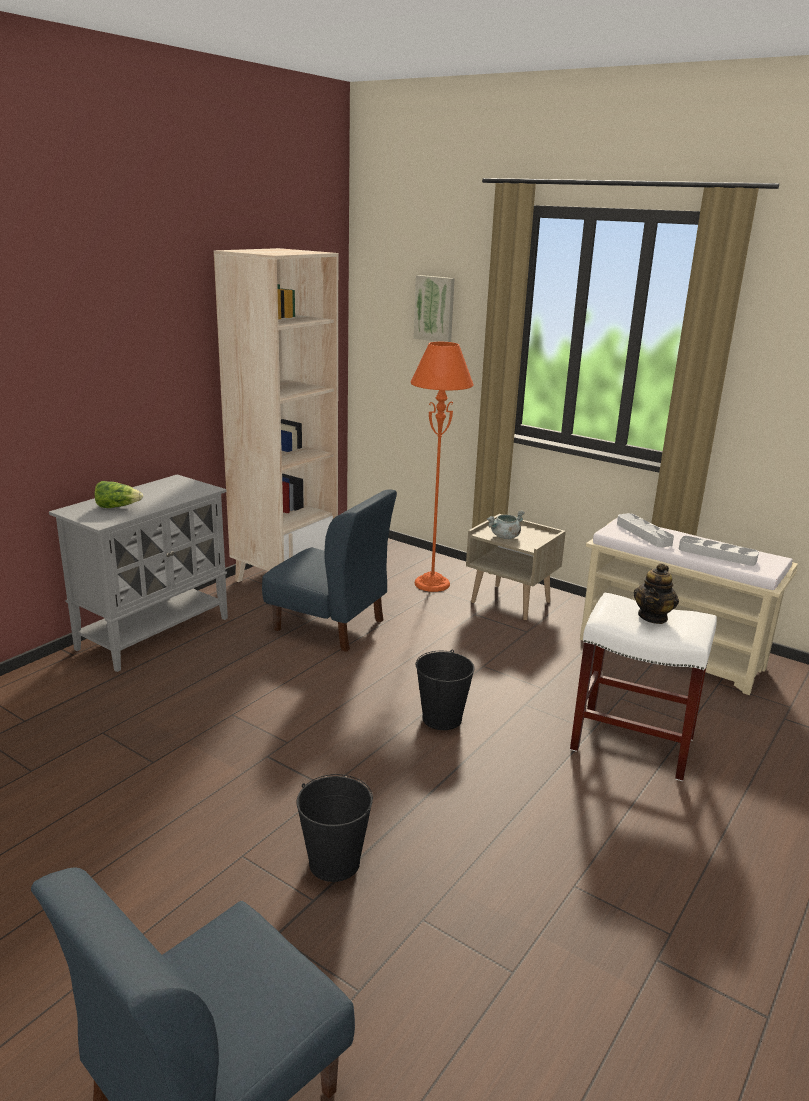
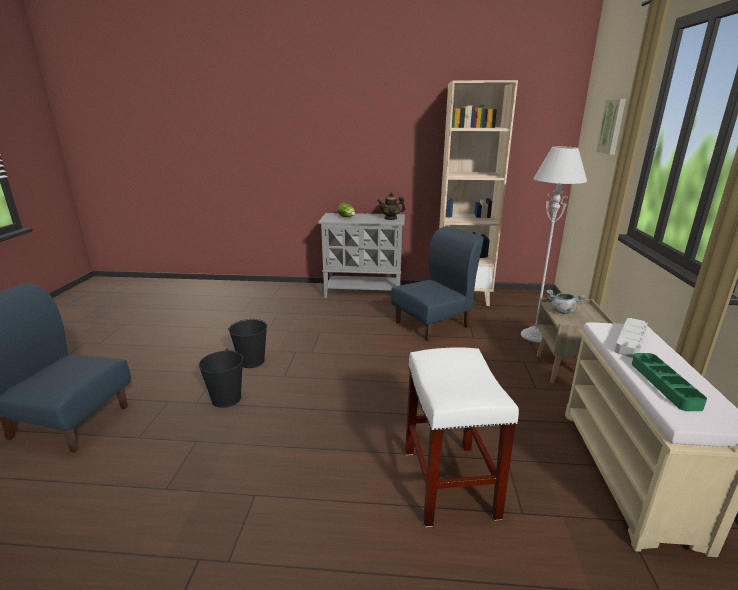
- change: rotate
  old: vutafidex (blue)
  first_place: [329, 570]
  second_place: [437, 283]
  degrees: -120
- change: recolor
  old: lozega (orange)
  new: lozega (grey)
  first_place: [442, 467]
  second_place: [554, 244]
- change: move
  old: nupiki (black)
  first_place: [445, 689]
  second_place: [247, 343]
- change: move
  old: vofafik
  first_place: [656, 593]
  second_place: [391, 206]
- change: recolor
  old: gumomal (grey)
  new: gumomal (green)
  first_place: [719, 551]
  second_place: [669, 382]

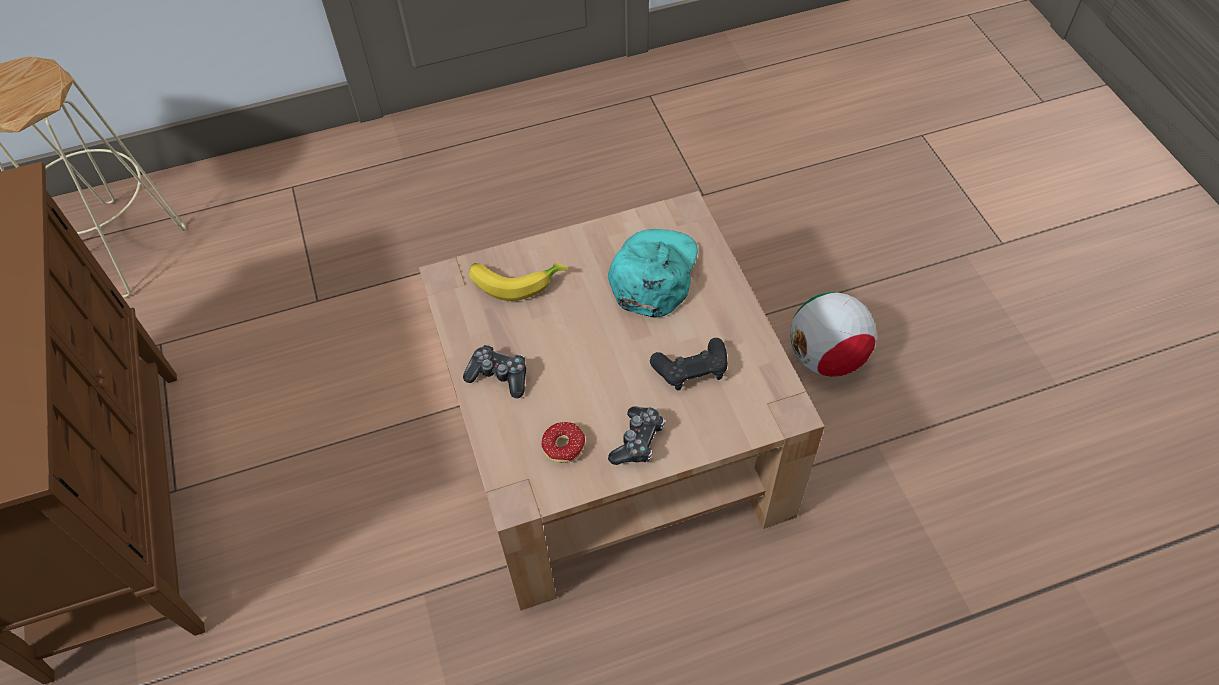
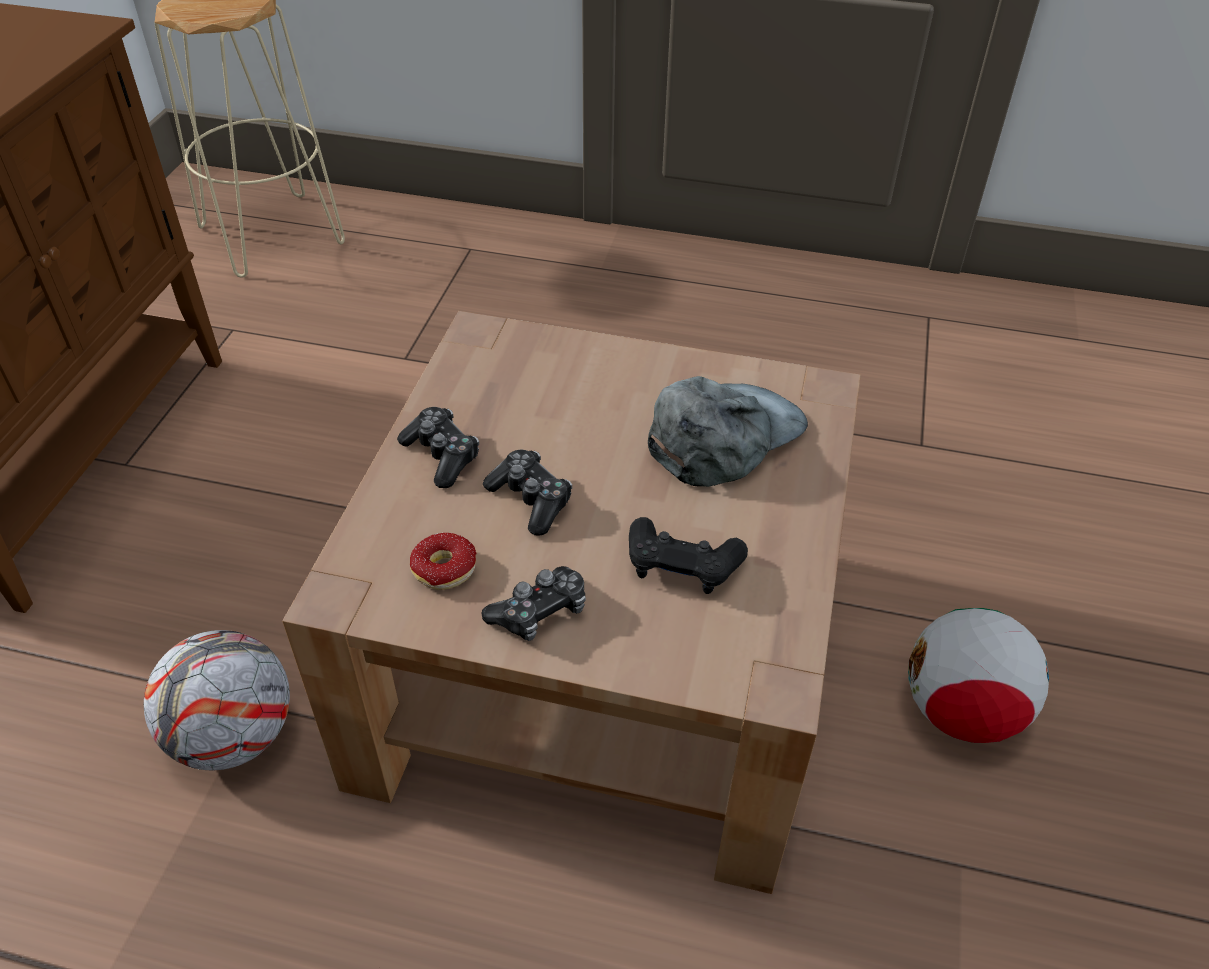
- change: delete
  old: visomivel
  first_place: [518, 282]
- change: recolor
  old: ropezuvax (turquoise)
  new: ropezuvax (grey)
  first_place: [653, 273]
  second_place: [728, 431]
- change: insert
  new: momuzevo
  second_place: [217, 700]
- change: insert
  new: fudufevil
  second_place: [527, 492]

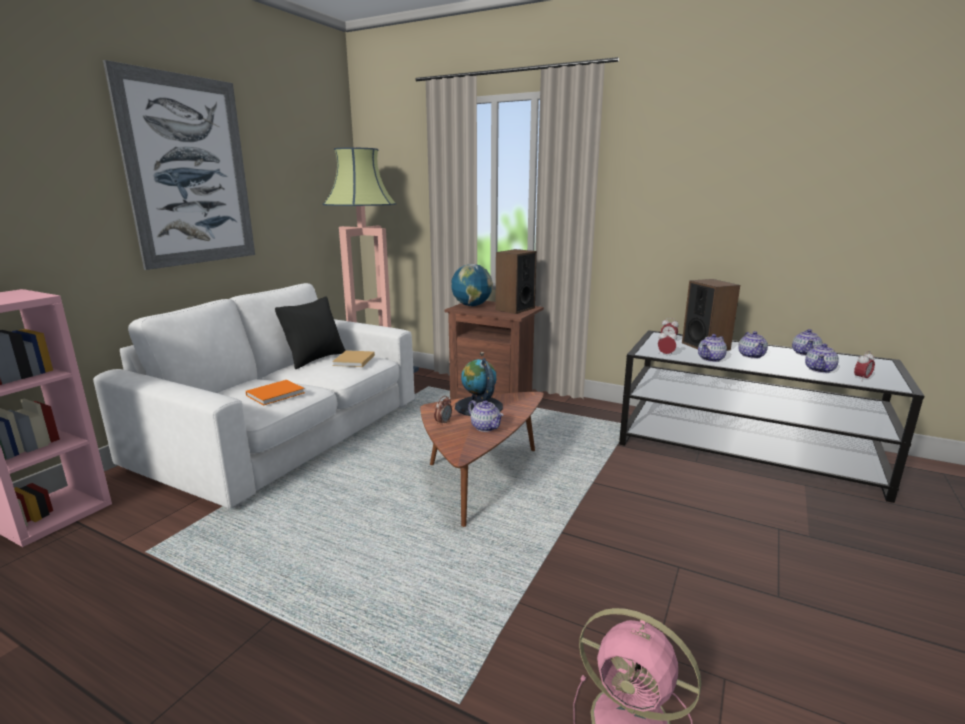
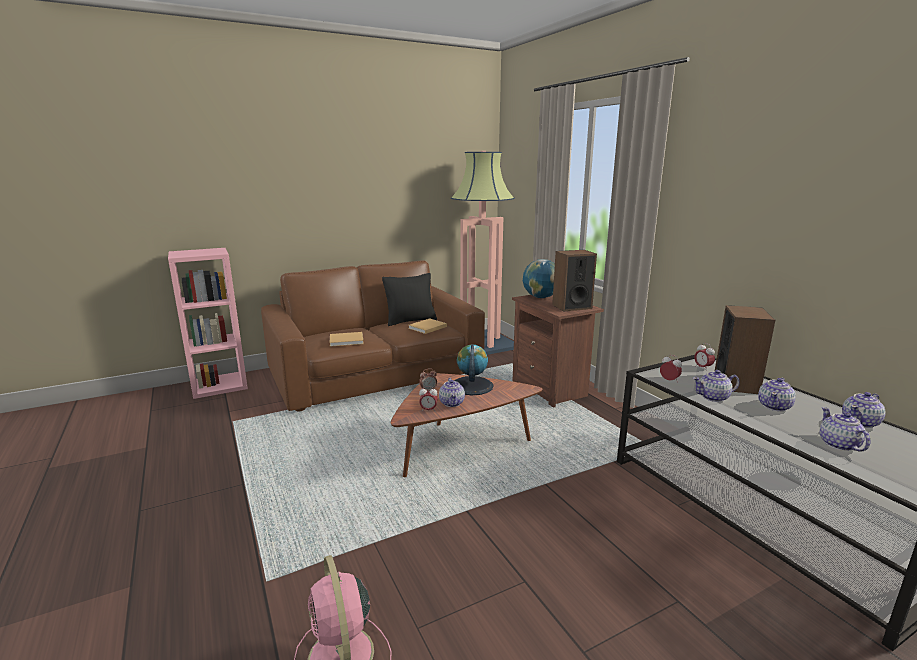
- change: recolor
  old: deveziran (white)
  new: deveziran (brown)
  first_place: [254, 395]
  second_place: [373, 336]
- change: delete
  old: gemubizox
  first_place: [179, 165]
- change: recolor
  old: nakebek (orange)
  new: nakebek (beige)
  first_place: [275, 392]
  second_place: [347, 339]
- change: rotate
  old: vofafik
  first_place: [822, 358]
  second_place: [845, 429]
  degrees: 105
- change: move
  old: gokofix
  first_place: [864, 365]
  second_place: [428, 399]

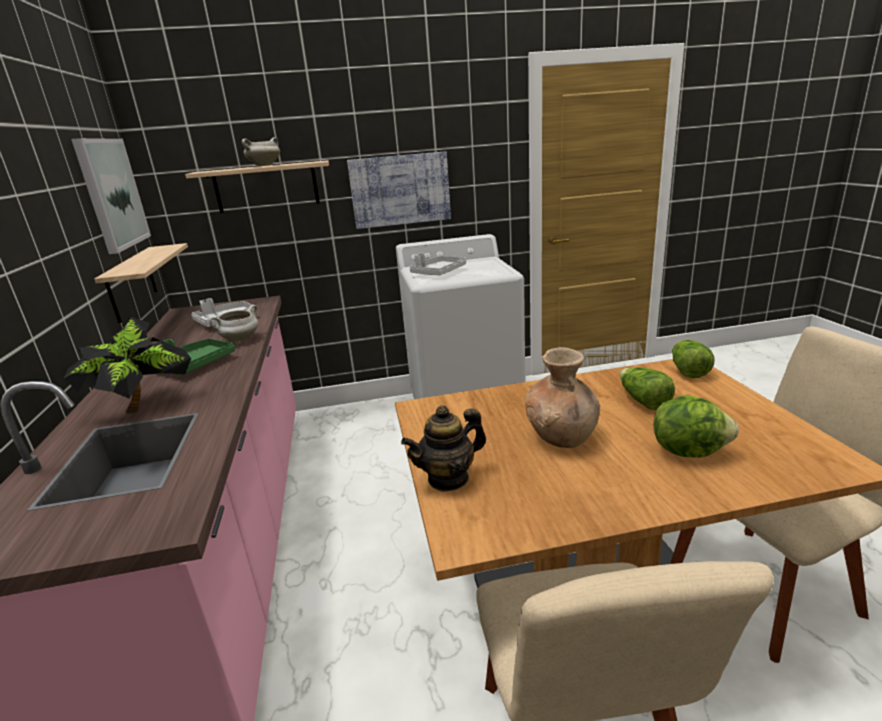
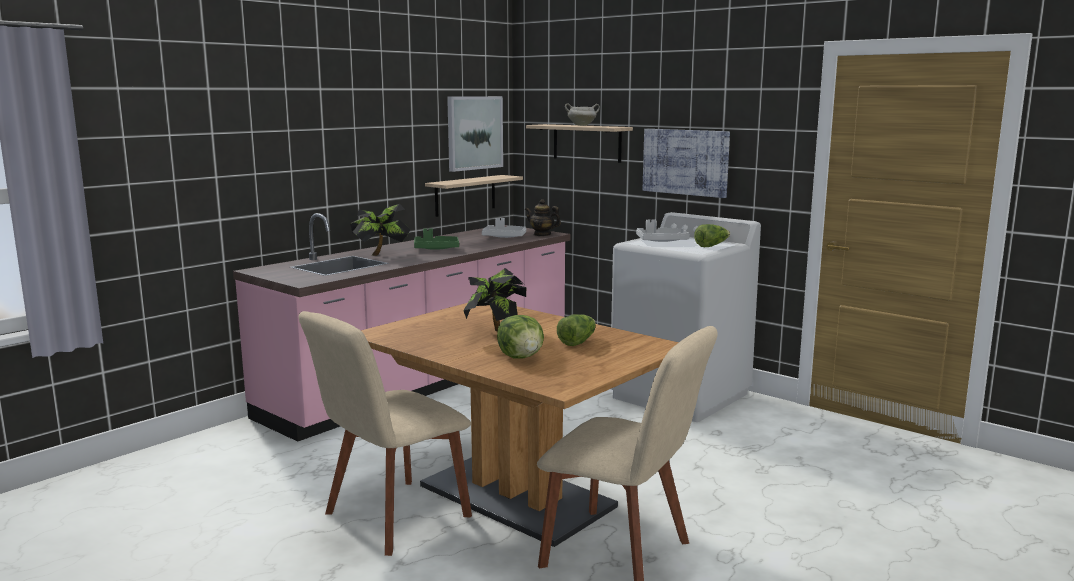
- change: delete
  old: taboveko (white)
  first_place: [234, 323]
- change: move
  old: vofafik
  first_place: [443, 448]
  second_place: [543, 217]
- change: replace
  old: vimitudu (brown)
  new: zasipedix
  first_place: [562, 397]
  second_place: [494, 300]
- change: move
  old: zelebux
  first_place: [693, 359]
  second_place: [712, 235]

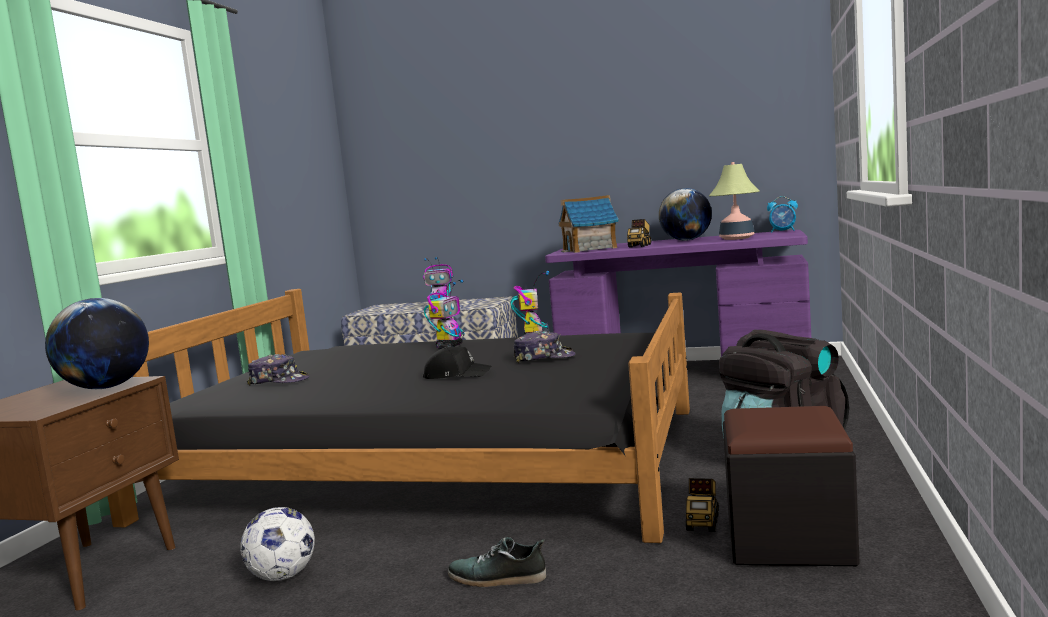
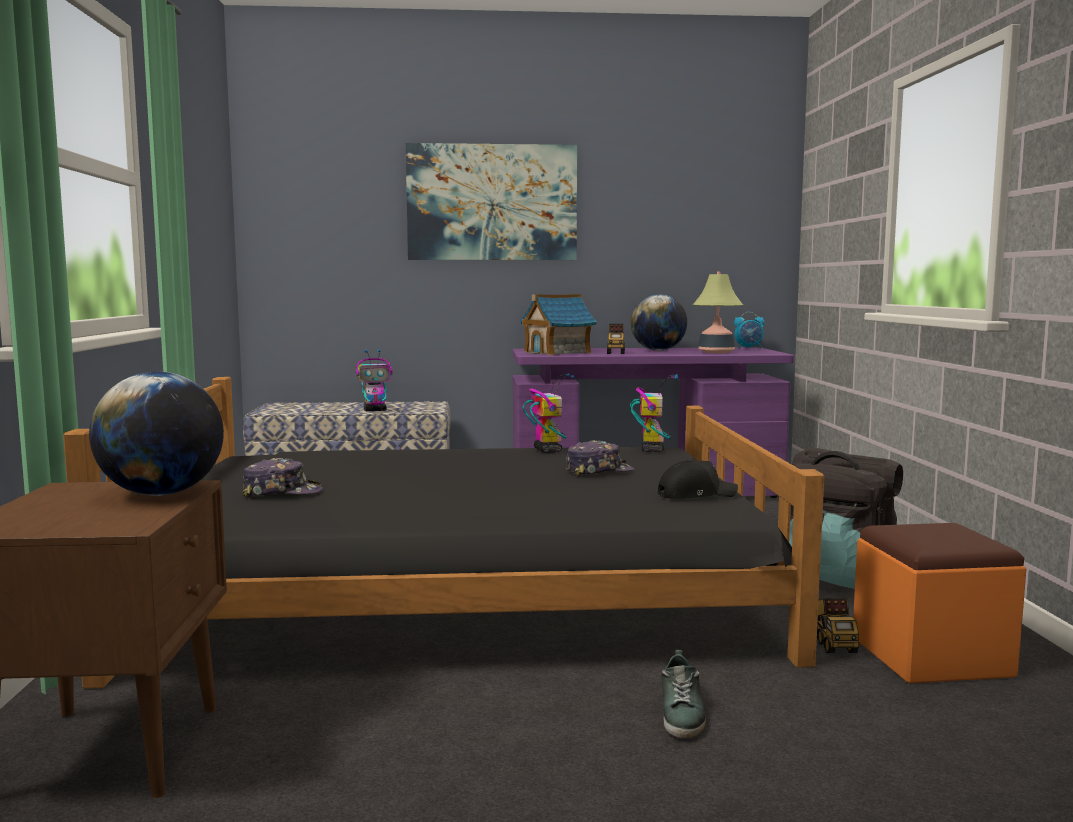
- change: delete
  old: momuzevo
  first_place: [277, 544]
- change: move
  old: ropezuvax (black)
  first_place: [457, 363]
  second_place: [698, 479]
- change: move
  old: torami
  first_place: [444, 314]
  second_place: [654, 413]
- change: rotate
  old: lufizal
  first_place: [497, 562]
  second_place: [683, 694]
  degrees: -75
- change: recolor
  old: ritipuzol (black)
  new: ritipuzol (orange)
  first_place: [791, 486]
  second_place: [939, 603]
- change: insert
  new: gemubizox
  second_place: [491, 201]

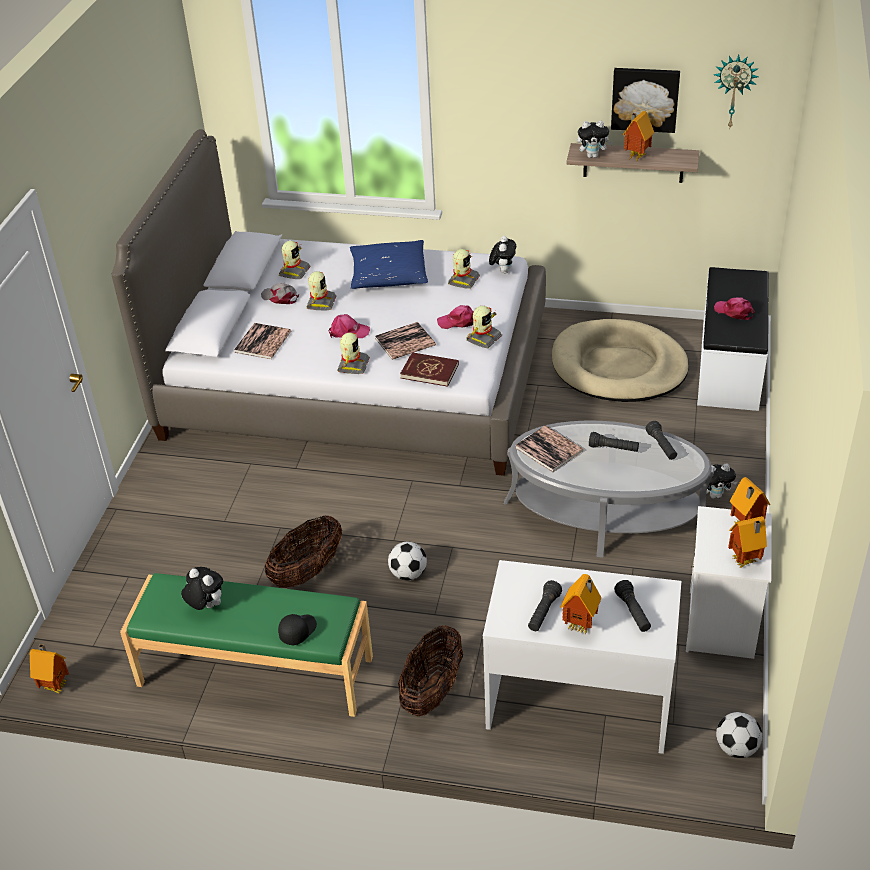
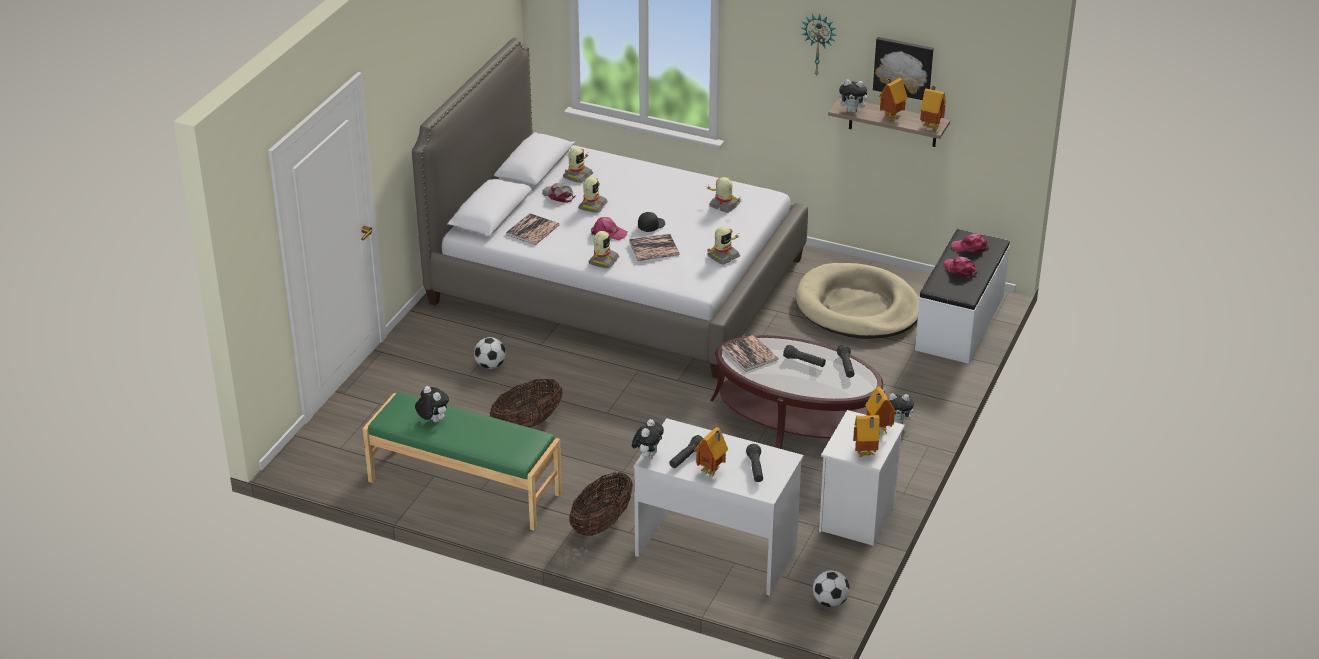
- change: move
  old: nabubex
  first_place: [49, 669]
  second_place: [933, 108]
- change: move
  old: ropezuvax (black)
  first_place: [297, 629]
  second_place: [651, 222]
- change: delete
  old: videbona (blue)
  first_place: [389, 264]
- change: move
  old: momuzevo
  first_place: [407, 561]
  second_place: [490, 353]
- change: delete
  old: nakebek (red)
  first_place: [429, 369]
- change: move
  old: ropezuvax (pink)
  first_place: [455, 317]
  second_place: [970, 243]
- change: rotate
  old: torami
  first_place: [464, 269]
  second_place: [724, 195]
  degrees: -90
- change: move
  old: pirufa
  first_place: [502, 255]
  second_place: [648, 439]
- change: recolor
  old: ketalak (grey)
  new: ketalak (brown)
  first_place: [609, 489]
  second_place: [797, 392]
- change: move
  old: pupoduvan
  first_place: [736, 91]
  second_place: [818, 45]

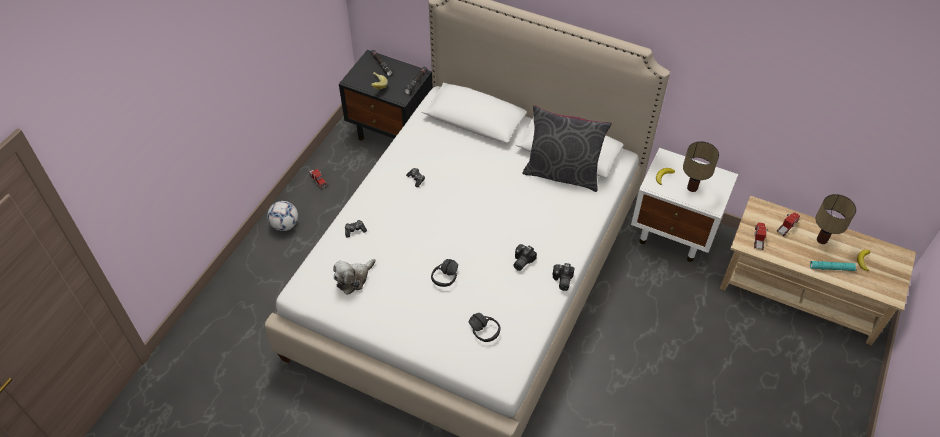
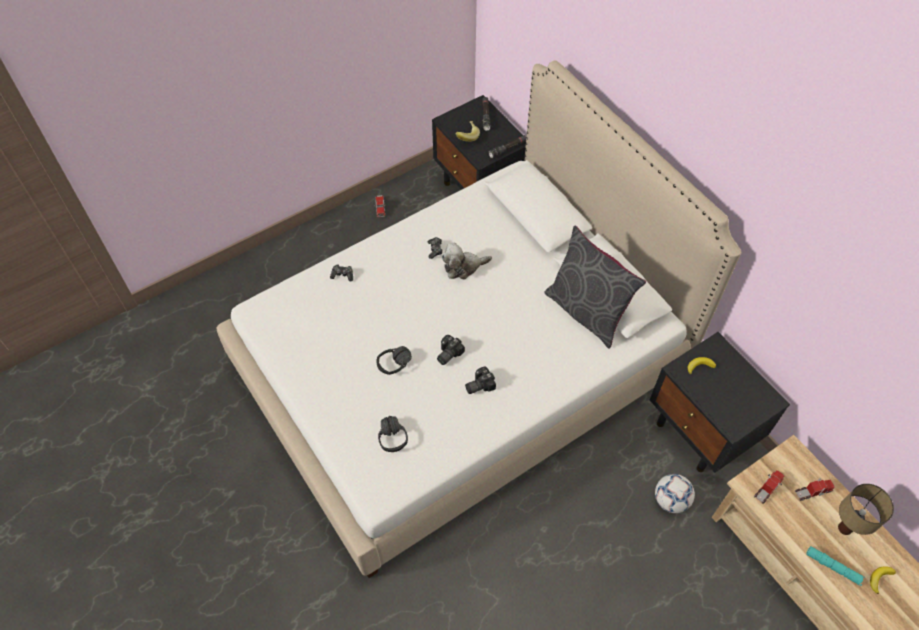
- change: move
  old: momuzevo
  first_place: [282, 216]
  second_place: [675, 493]
- change: move
  old: pirufa
  first_place: [354, 277]
  second_place: [467, 261]
- change: move
  old: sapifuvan
  first_place: [564, 277]
  second_place: [451, 350]
- change: recolor
  old: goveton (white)
  new: goveton (black)
  first_place: [684, 205]
  second_place: [720, 402]
- change: delete
  old: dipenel
  first_place: [701, 166]

